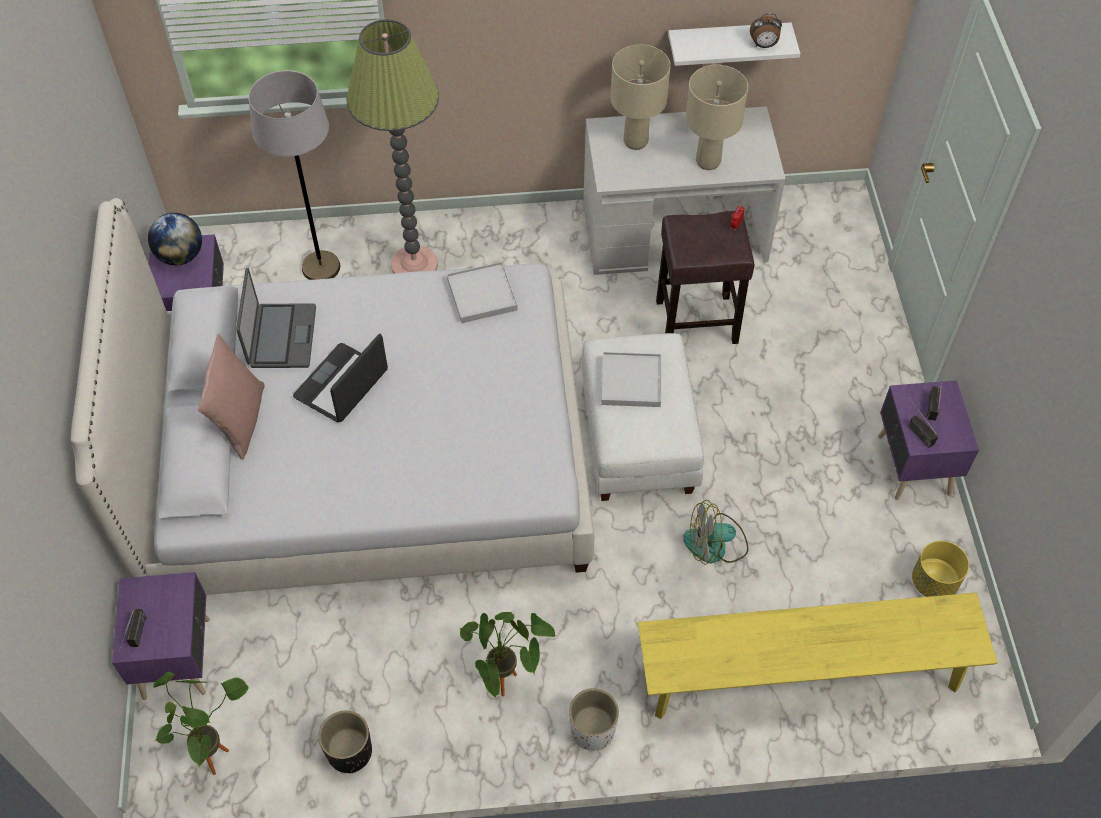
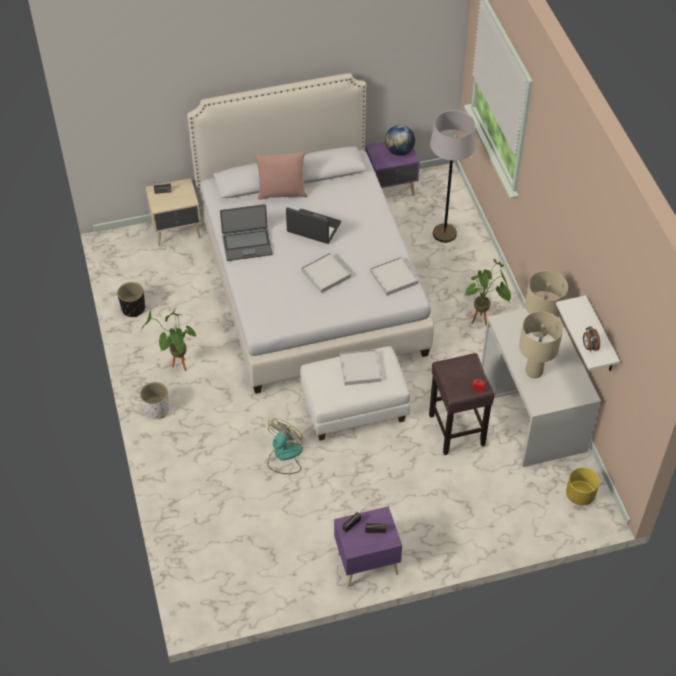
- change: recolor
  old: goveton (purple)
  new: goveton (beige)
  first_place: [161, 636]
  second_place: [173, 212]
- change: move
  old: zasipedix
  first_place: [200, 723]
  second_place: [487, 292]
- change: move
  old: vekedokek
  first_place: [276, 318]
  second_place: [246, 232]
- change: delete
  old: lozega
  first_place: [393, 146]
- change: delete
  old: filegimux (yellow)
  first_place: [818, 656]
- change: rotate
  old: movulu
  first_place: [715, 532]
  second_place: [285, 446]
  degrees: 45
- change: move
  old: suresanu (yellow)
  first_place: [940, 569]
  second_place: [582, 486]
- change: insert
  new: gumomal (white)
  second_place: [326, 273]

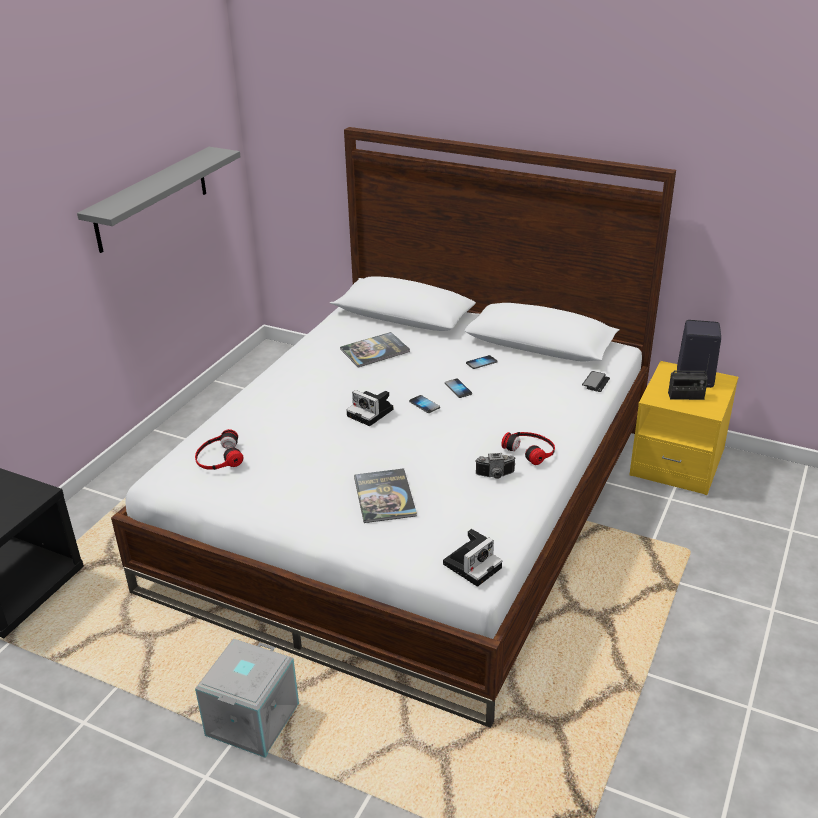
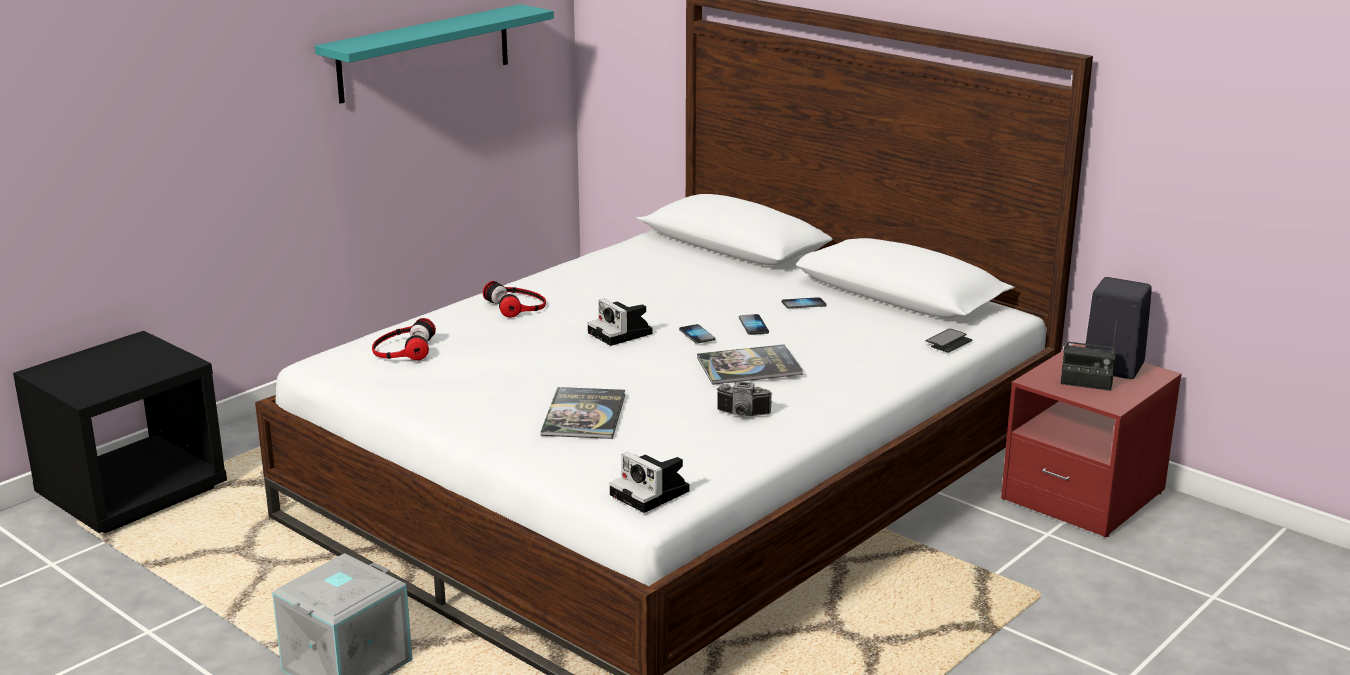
- change: recolor
  old: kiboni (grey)
  new: kiboni (turquoise)
  first_place: [159, 200]
  second_place: [434, 54]
- change: move
  old: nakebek
  first_place: [375, 350]
  second_place: [750, 364]
- change: rotate
  old: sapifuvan
  first_place: [472, 558]
  second_place: [649, 482]
  degrees: 75
- change: move
  old: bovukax
  first_place: [528, 448]
  second_place: [514, 299]
- change: recolor
  old: goveton (yellow)
  new: goveton (red)
  first_place: [683, 428]
  second_place: [1091, 440]

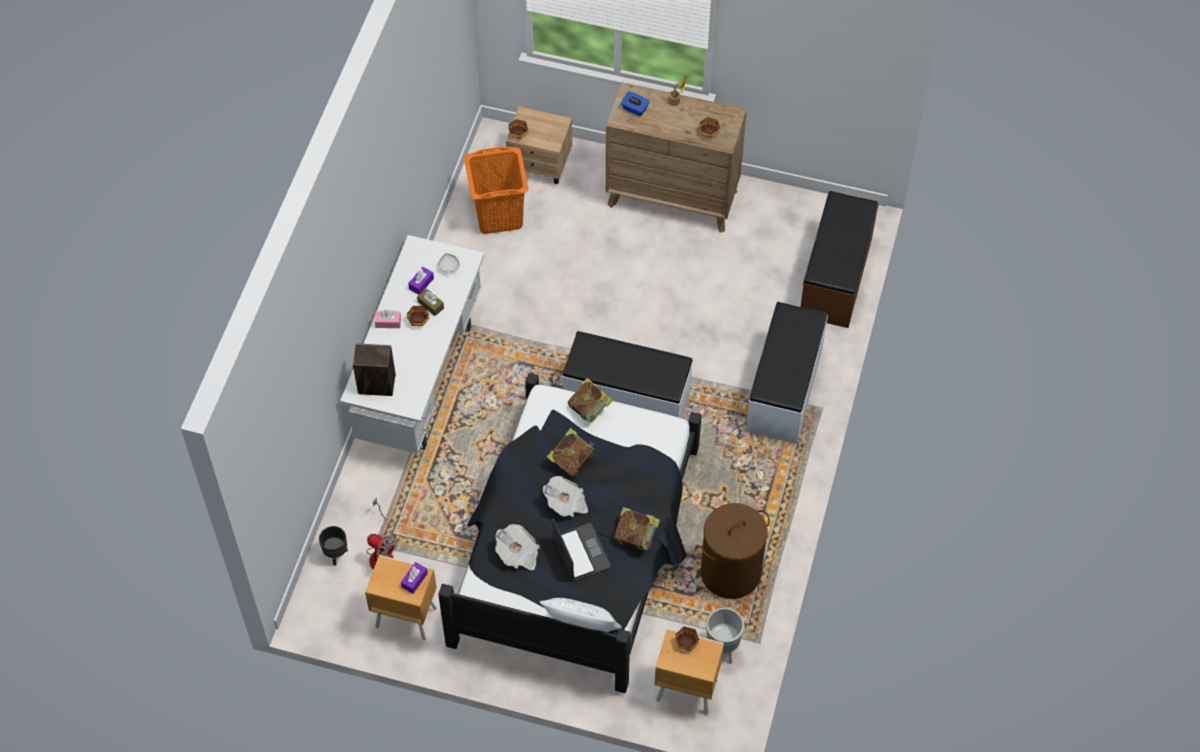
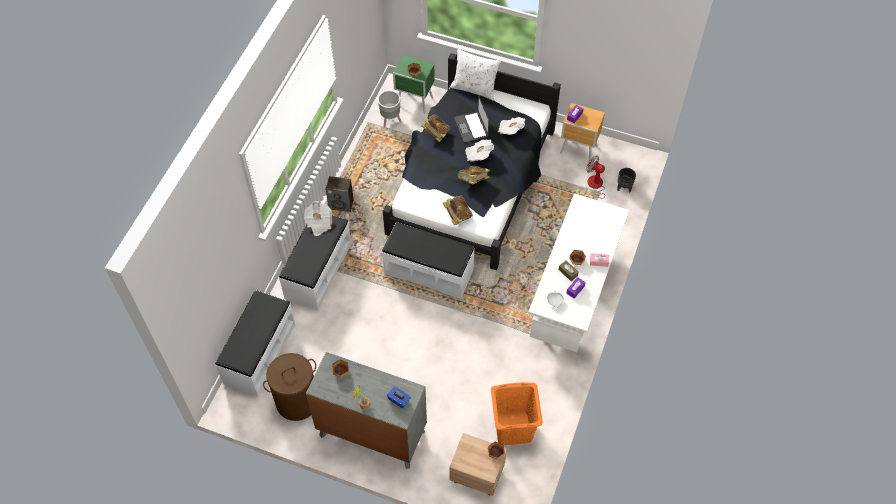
- change: move
  old: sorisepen
  first_place: [374, 369]
  second_place: [340, 194]
- change: recolor
  old: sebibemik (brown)
  new: sebibemik (grey)
  first_place: [676, 157]
  second_place: [366, 410]
- change: recolor
  old: goveton (brown)
  new: goveton (green)
  first_place: [689, 671]
  second_place: [414, 84]
- change: move
  old: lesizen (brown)
  first_place: [735, 551]
  second_place: [289, 387]
- change: recolor
  old: filegimux (brown)
  new: filegimux (white)
  first_place: [839, 259]
  second_place: [255, 343]
- change: insert
  new: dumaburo
  second_place: [318, 218]

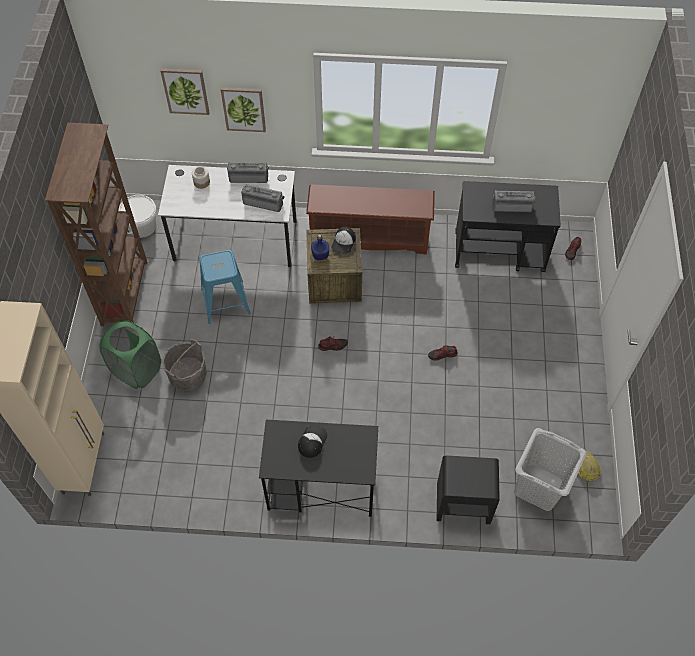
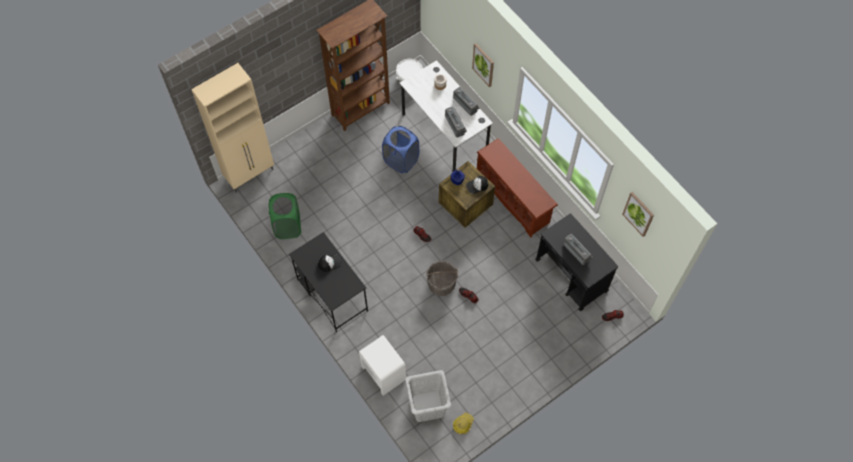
- change: move
  old: lesizen (green)
  first_place: [130, 354]
  second_place: [285, 216]
- change: move
  old: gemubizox
  first_place: [185, 91]
  second_place: [638, 214]
- change: move
  old: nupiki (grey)
  first_place: [184, 365]
  second_place: [442, 278]
- change: replace
  old: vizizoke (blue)
  new: lesizen (blue)
  first_place: [225, 287]
  second_place: [400, 149]
- change: recolor
  old: goveton (black)
  new: goveton (white)
  first_place: [468, 490]
  second_place: [382, 365]

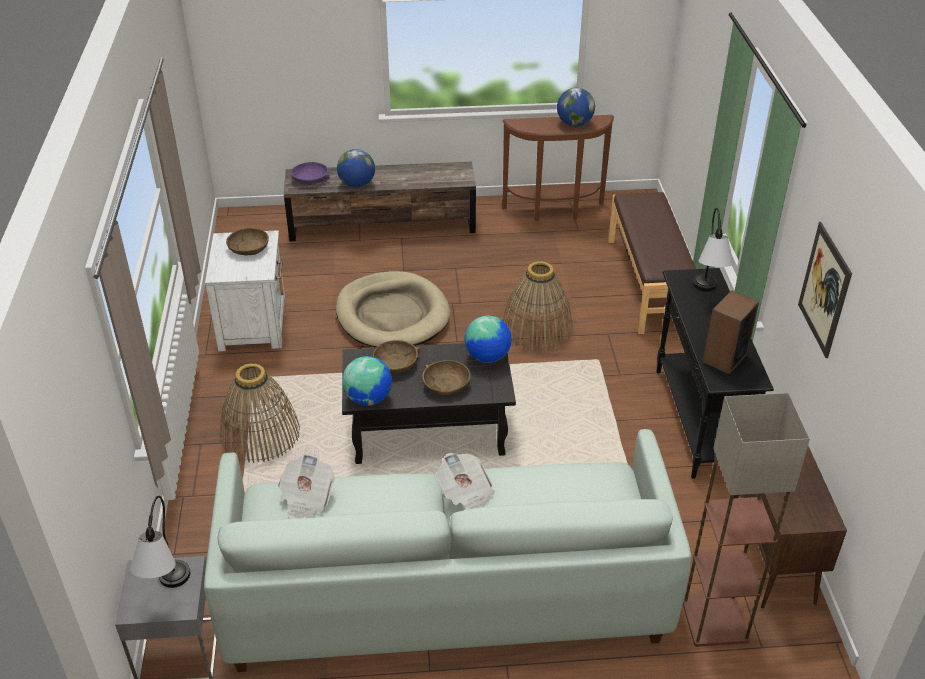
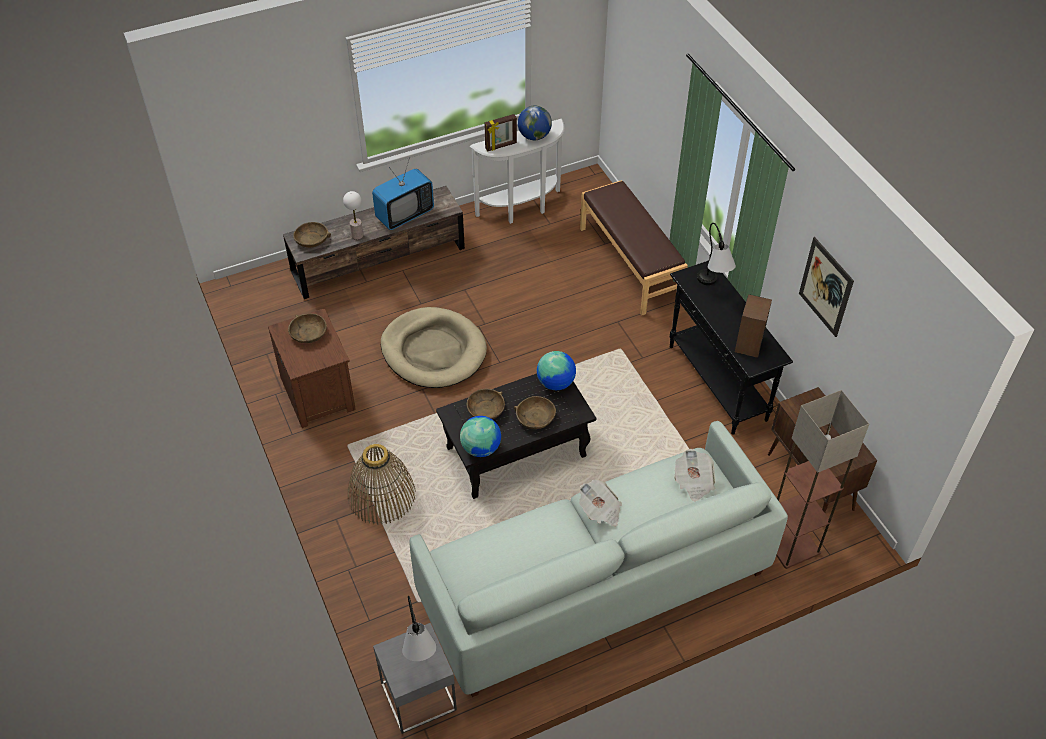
- change: recolor
  old: goveton (white)
  new: goveton (brown)
  first_place: [245, 291]
  second_place: [312, 368]
- change: move
  old: dumaburo
  first_place: [306, 486]
  second_place: [695, 475]
- change: recolor
  old: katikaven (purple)
  new: katikaven (brown)
  first_place: [310, 173]
  second_place: [312, 235]
- change: replace
  old: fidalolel
  new: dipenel
  first_place: [356, 168]
  second_place: [353, 215]
- change: recolor
  old: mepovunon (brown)
  new: mepovunon (white)
  first_place: [558, 168]
  second_place: [517, 171]
- change: delete
  old: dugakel
  first_place: [537, 306]
- change: insert
  new: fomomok
  second_place: [403, 193]
- change: insert
  new: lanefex
  second_place: [500, 132]

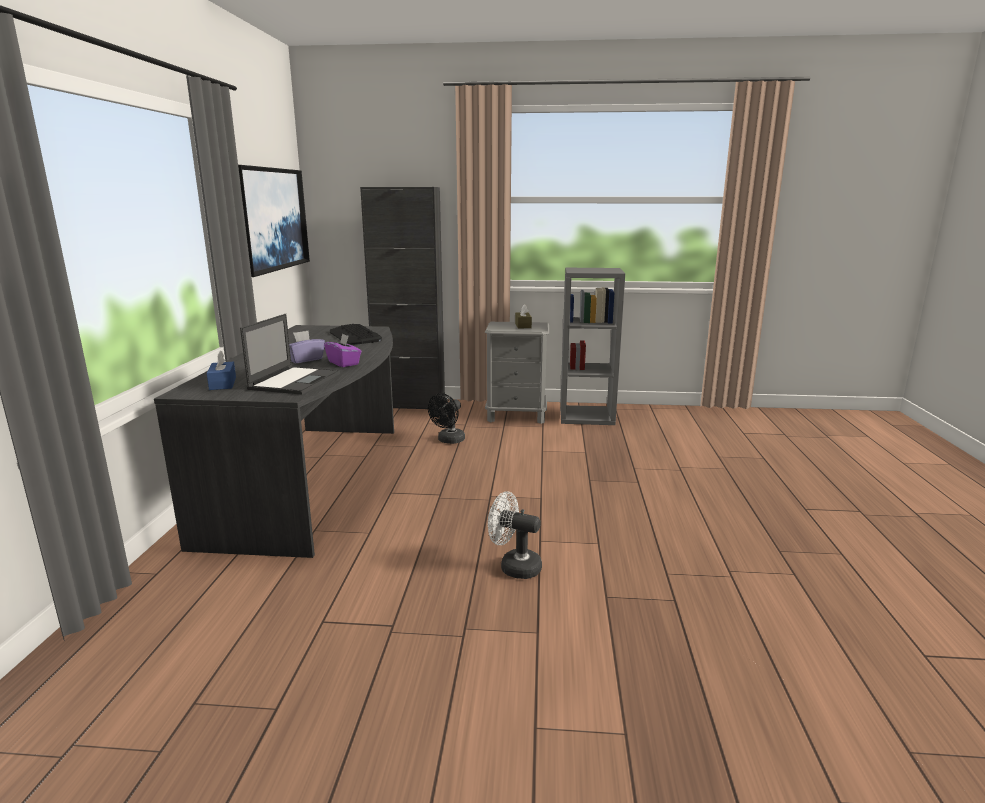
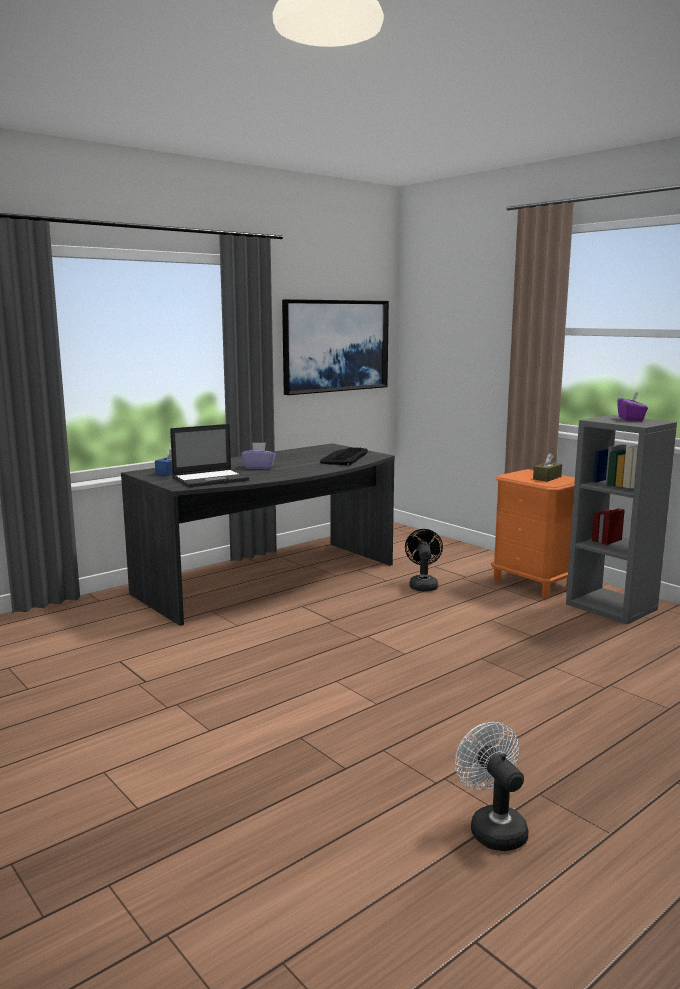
- change: move
  old: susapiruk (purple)
  first_place: [343, 350]
  second_place: [632, 406]
- change: delete
  old: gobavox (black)
  first_place: [402, 298]
- change: rotate
  old: movulu (black)
  first_place: [446, 418]
  second_place: [424, 560]
  degrees: 105
- change: recolor
  old: goveton (grey)
  new: goveton (orange)
  first_place: [517, 373]
  second_place: [533, 533]
- change: move
  old: movulu (white)
  first_place: [515, 535]
  second_place: [492, 786]

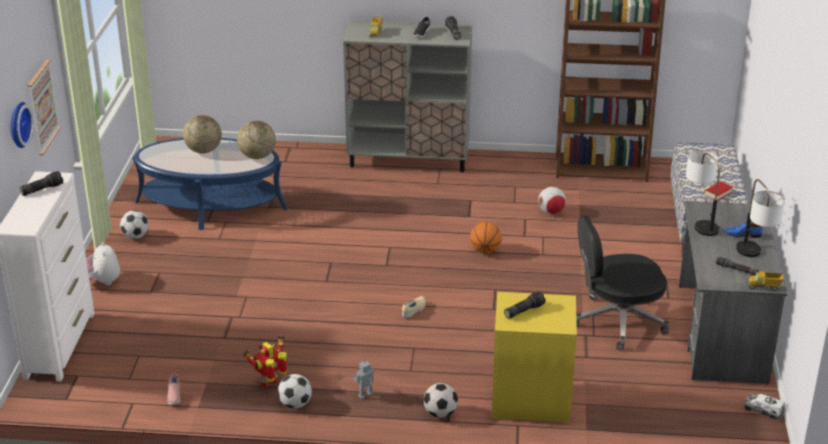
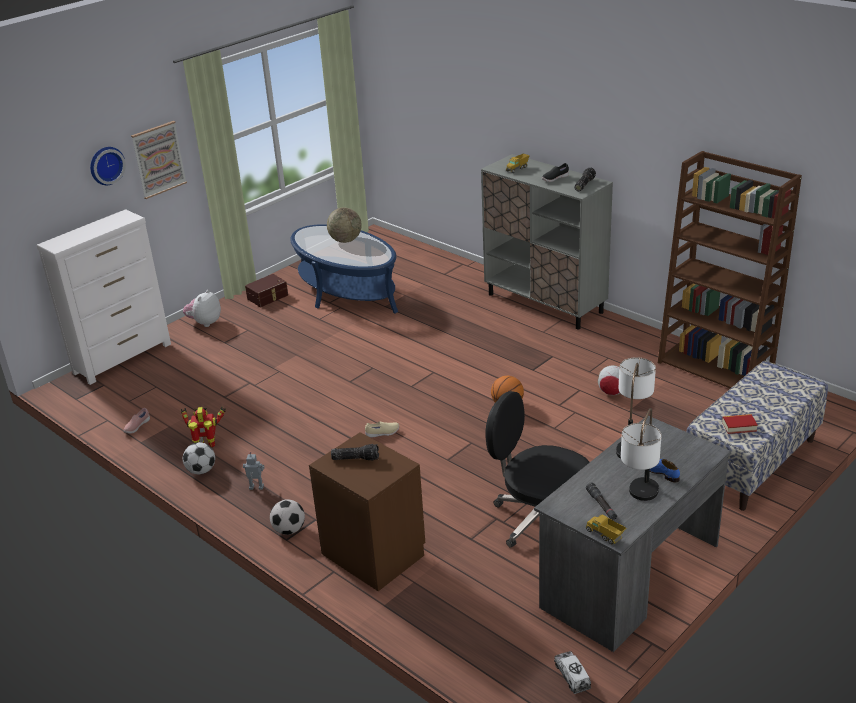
- change: delete
  old: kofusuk
  first_place: [41, 183]
- change: replace
  old: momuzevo
  new: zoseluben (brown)
  first_place: [134, 224]
  second_place: [266, 290]
- change: delete
  old: fidalolel
  first_place: [256, 139]
- change: recolor
  old: goveton (yellow)
  new: goveton (brown)
  first_place: [534, 357]
  second_place: [367, 511]

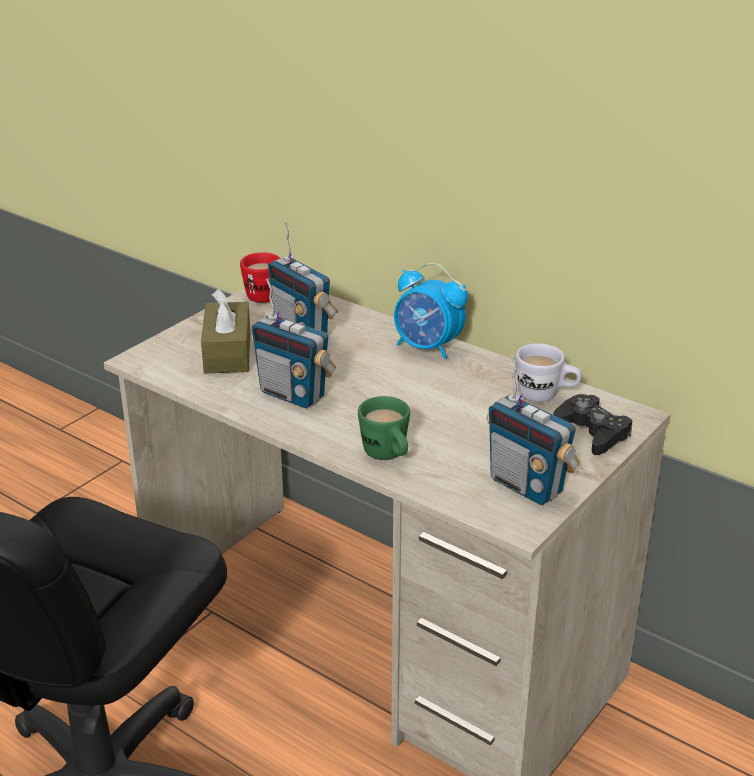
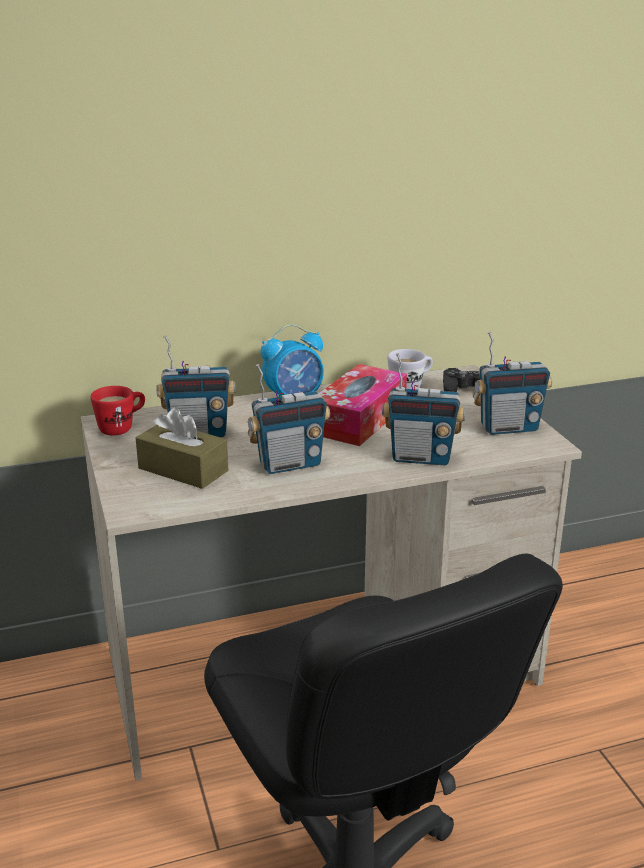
- change: replace
  old: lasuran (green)
  new: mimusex
  first_place: [384, 428]
  second_place: [423, 409]
- change: insert
  new: susapiruk
  second_place: [362, 405]

